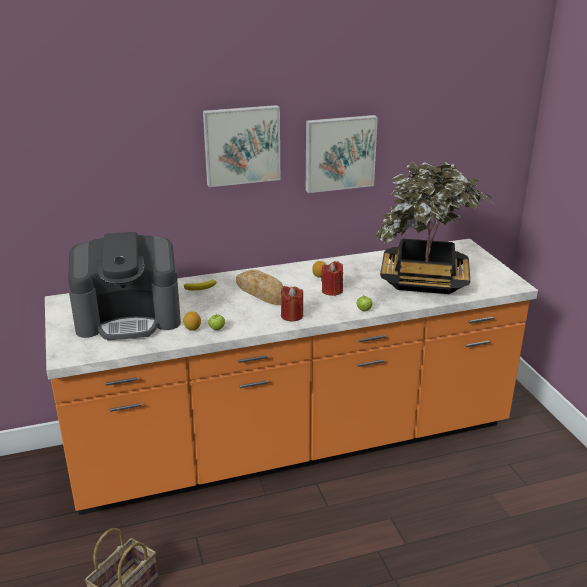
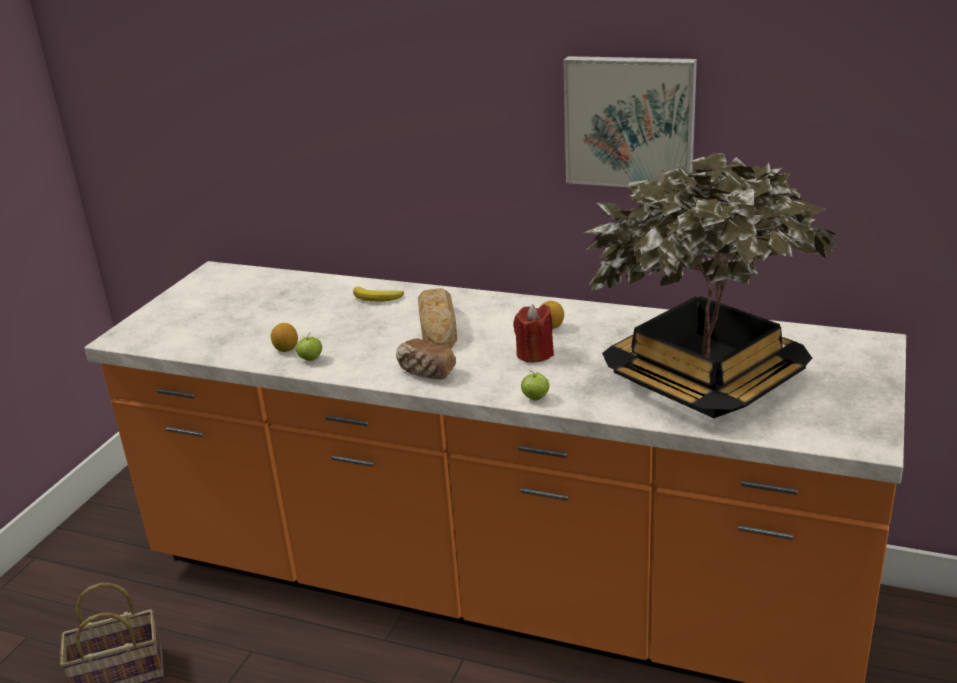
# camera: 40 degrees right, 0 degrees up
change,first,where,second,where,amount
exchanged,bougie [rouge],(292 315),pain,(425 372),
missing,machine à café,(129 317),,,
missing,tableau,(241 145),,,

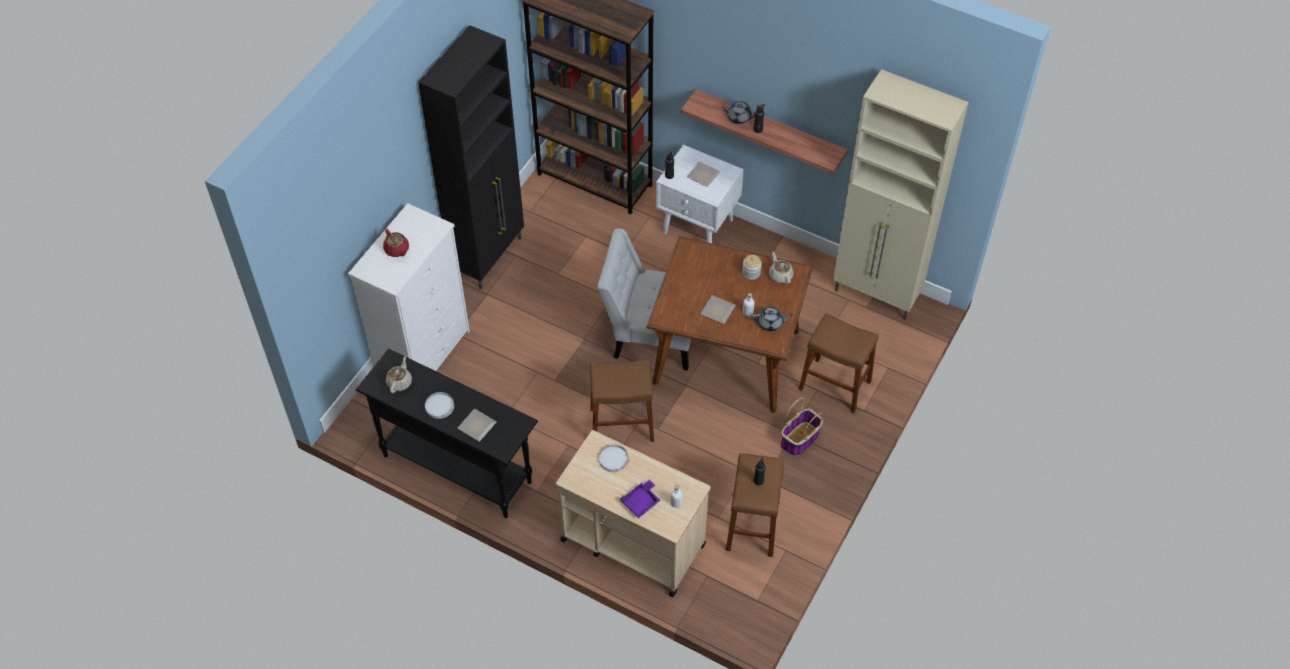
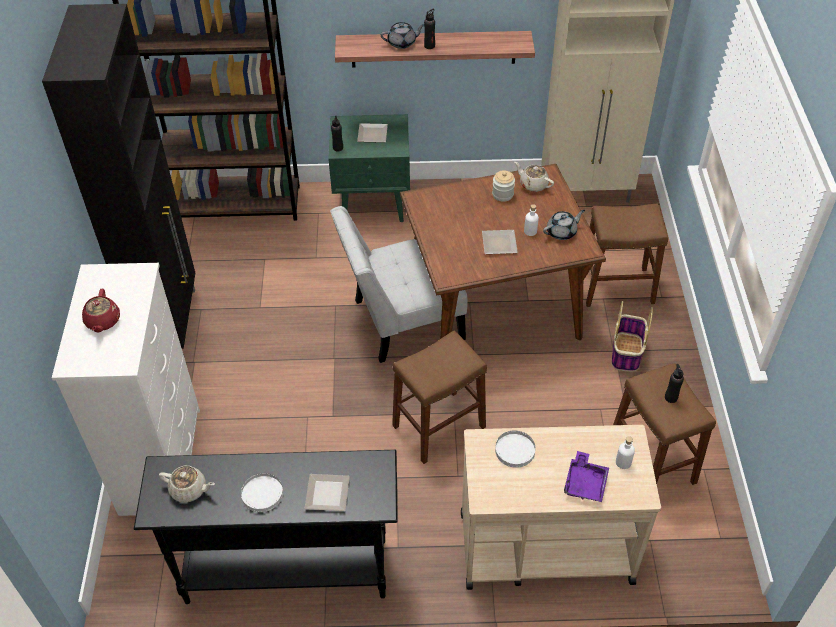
# camera: 30 degrees left, 5 degrees down
change,first,where,second,where,amount
spun,théière [rouge],(397 250),,(103 321),60 degrees clockwise
spun,théière [beige],(400 382),,(189 490),120 degrees clockwise
colour,table de chevet [blanc],(698 227),table de chevet [vert],(374 203),

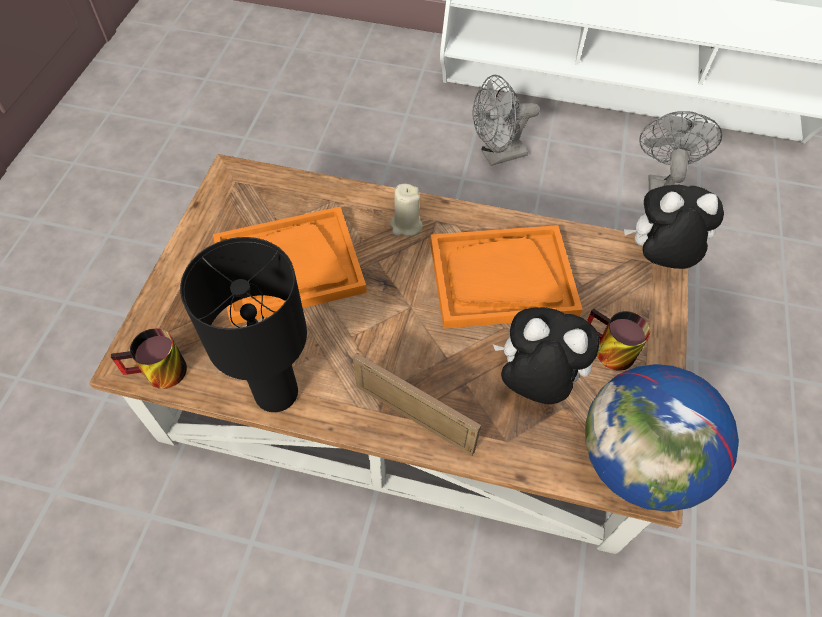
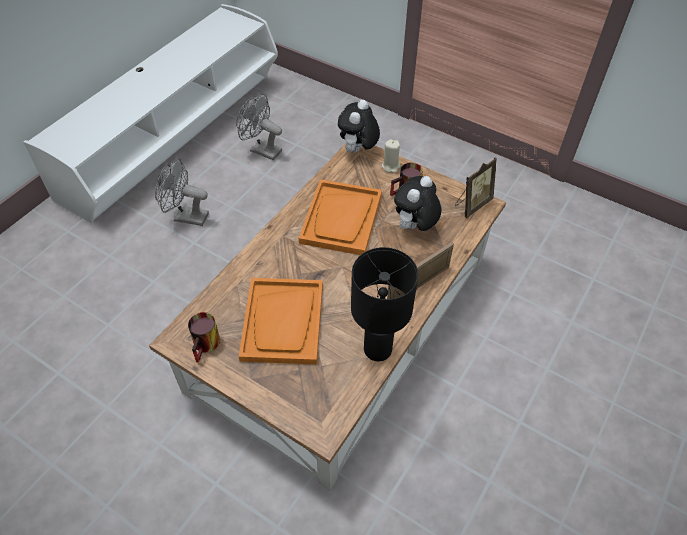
# camera: 70 degrees left, 5 degrees down
change,first,where,second,where,amount
spun,ventilateur [gris],(497 156),,(186 217),105 degrees clockwise
relocated,mug,(158 375),,(207 345),
relocated,bougie [beige],(406 225),,(391 166),
exchanged,globe,(638 462),cadre photo,(472 204),

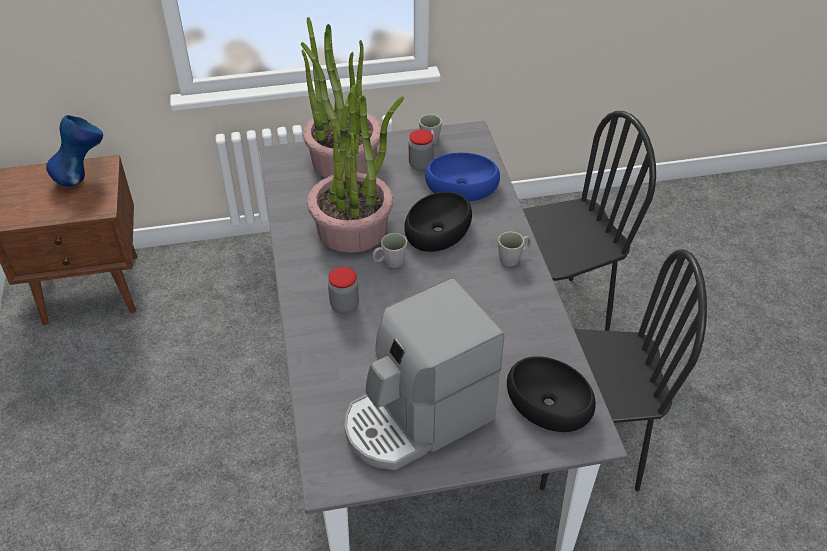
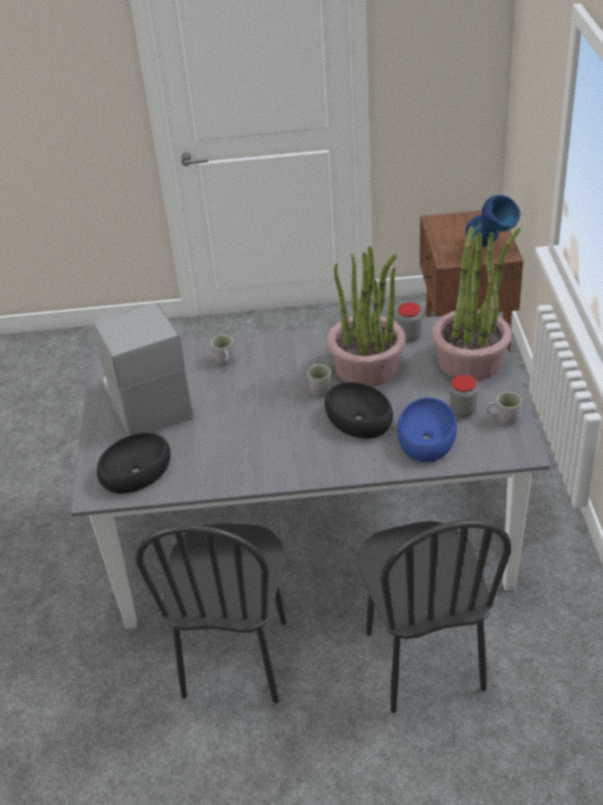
# camera: 100 degrees right, 5 degrees down
change,first,where,second,where,amount
relocated,mug [gris],(513 258),,(225 362),
relocated,bocal,(344 306),,(409 336),

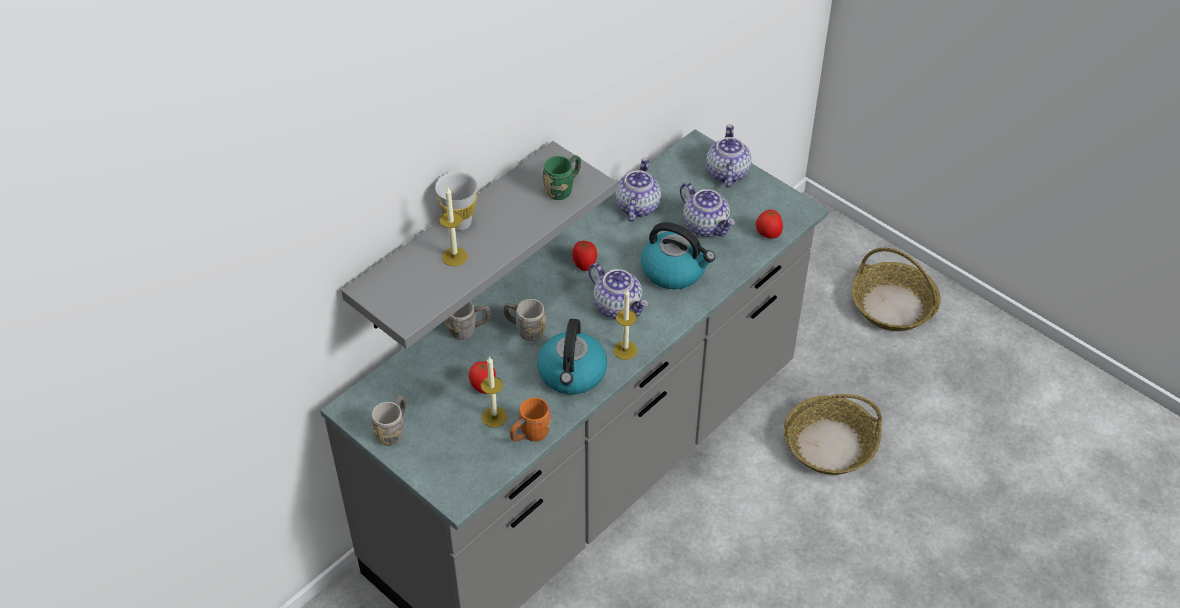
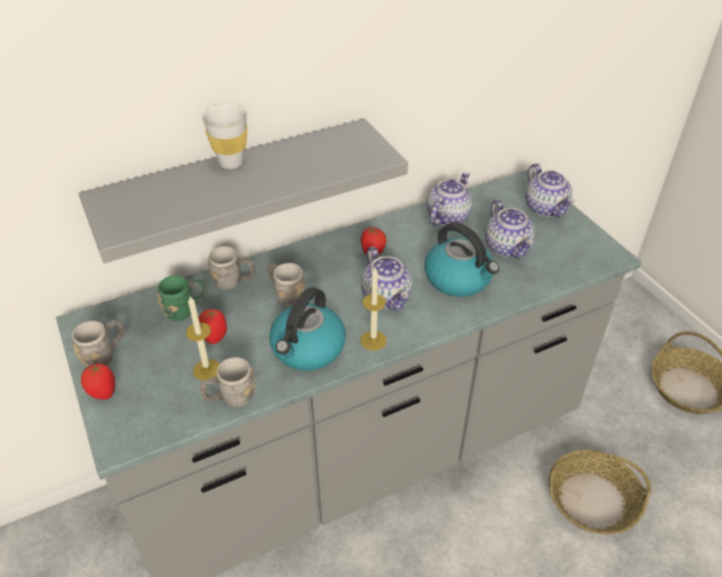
# camera: 20 degrees right, 5 degrees down
change,first,where,second,where,amount
relocated,tomate,(768 235),,(103 393),
relocated,mug [vert],(563 188),,(186 309),
colour,mug [orange],(530 435),mug [gris],(231 398),
spun,théière,(726 172),,(546 208),135 degrees clockwise
missing,bougie,(454 256),,,

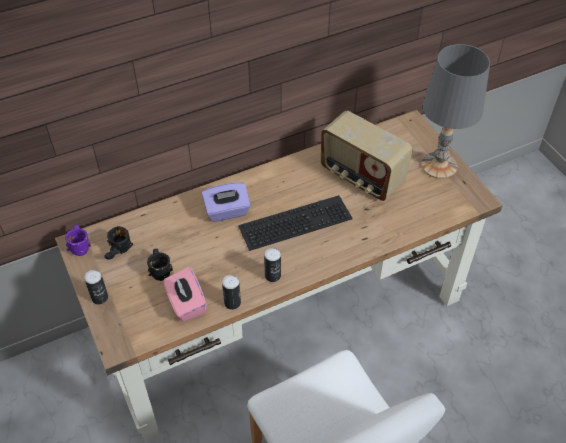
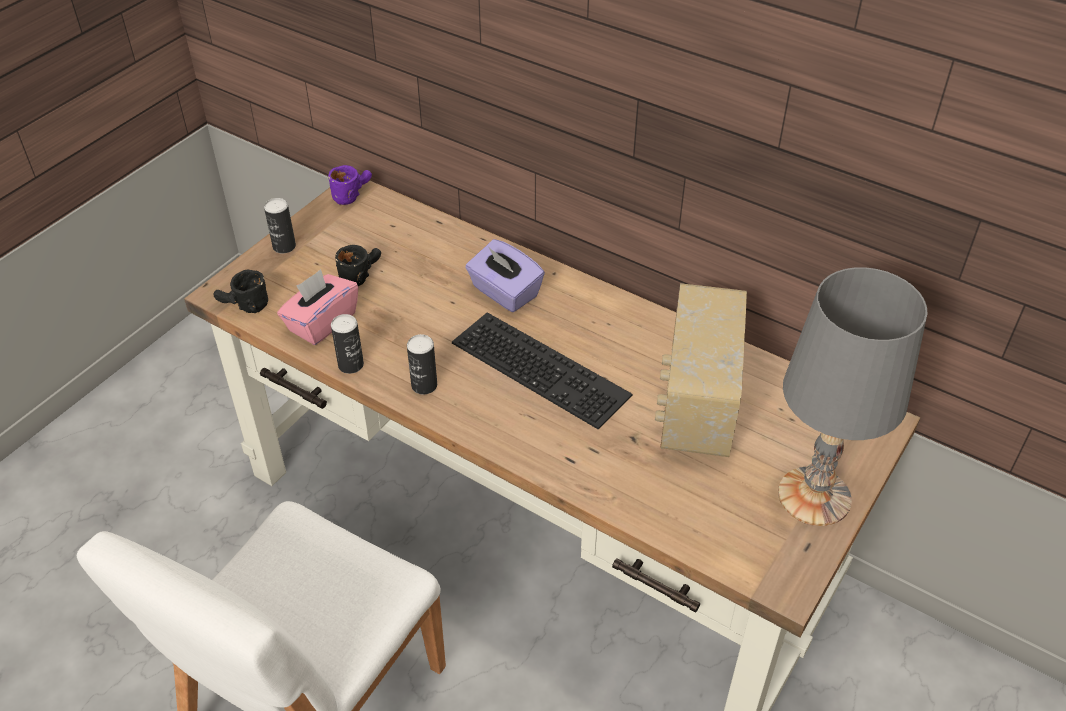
# camera: 60 degrees right, 5 degrees down
change,first,where,second,where,amount
relocated,mug [noir],(119 252),,(243 307),

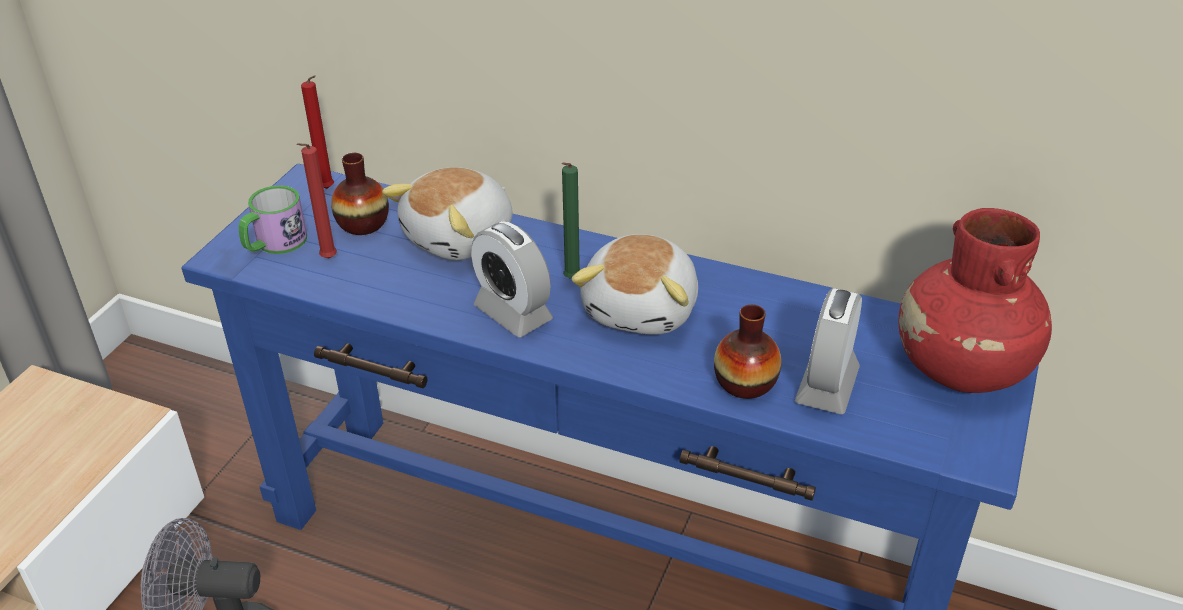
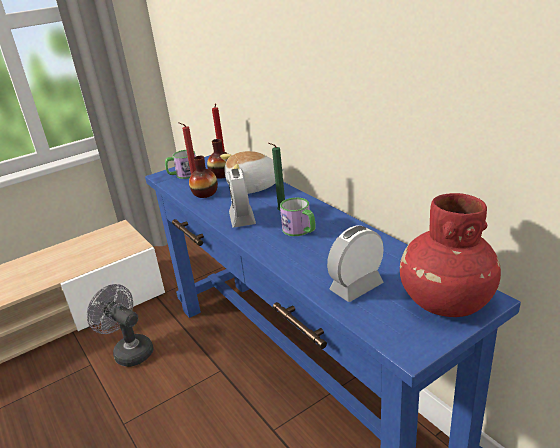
# camera: 35 degrees right, 10 degrees down
change,first,where,second,where,amount
relocated,vase,(745 383),,(205 193),
exchanged,peluche,(643 309),mug,(300 230),

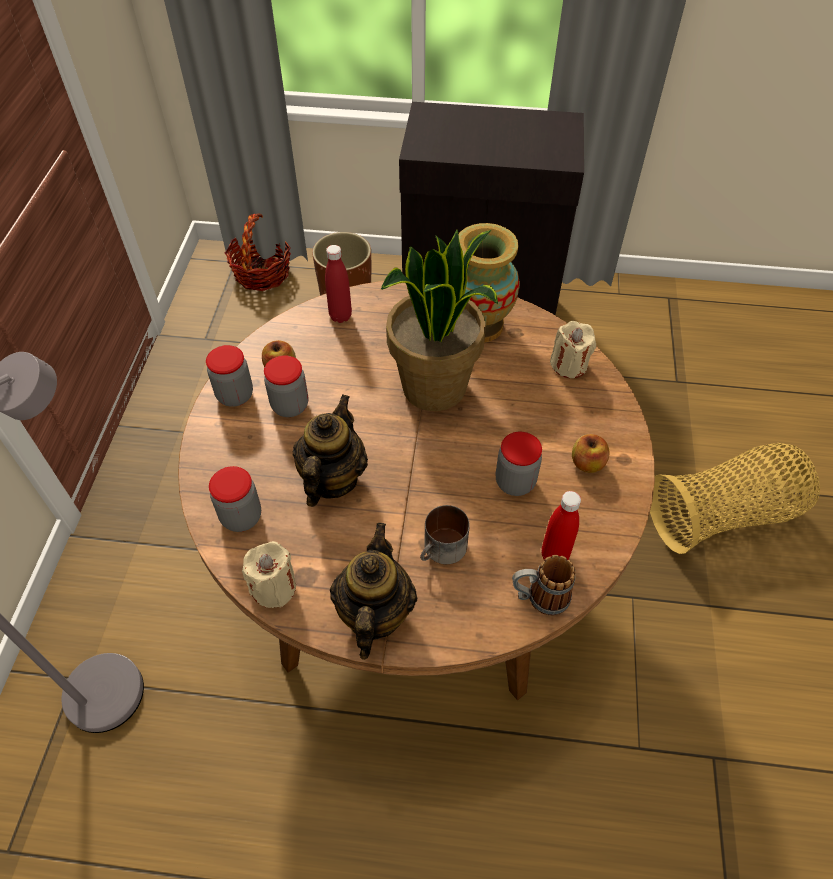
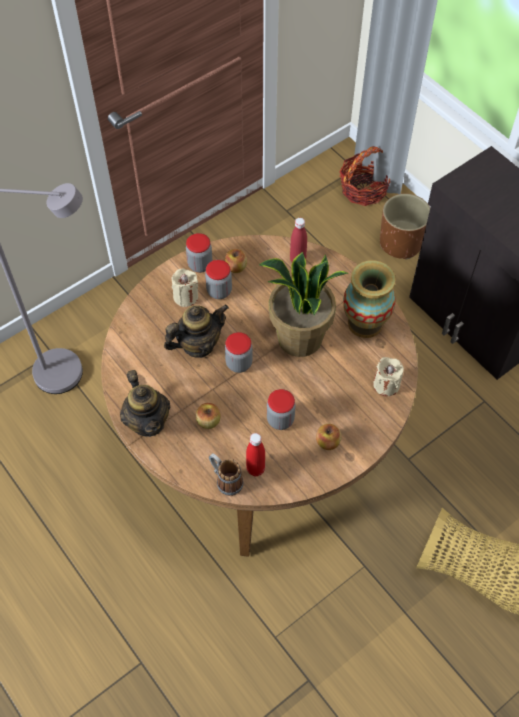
# camera: 45 degrees right, 5 degrees up
change,first,where,second,where,amount
spun,théière,(374 614),,(148 422),105 degrees clockwise
relocated,bougie [beige],(274 587),,(186 296),
exchanged,mug,(443 550),pomme,(208 421),
relocated,bocal,(241 517),,(239 363),

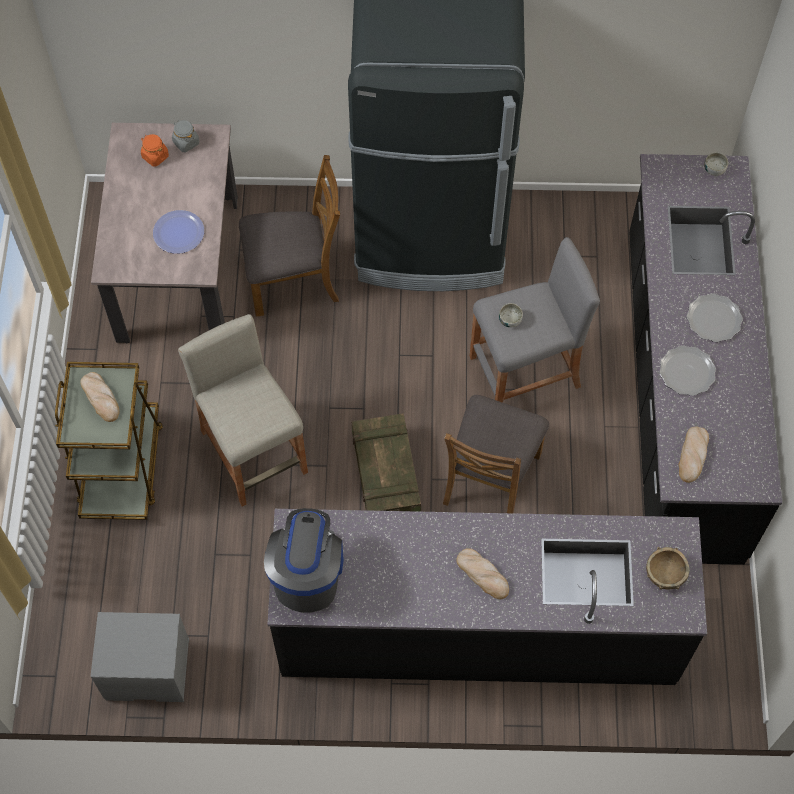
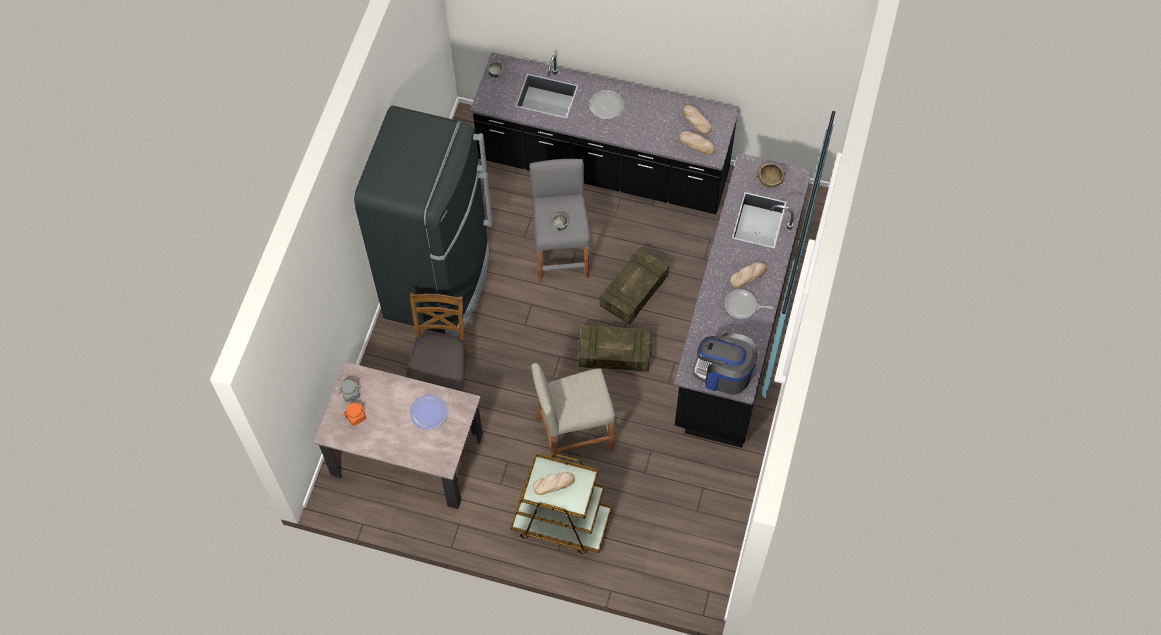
# camera: 75 degrees left, 0 degrees up
change,first,where,second,where,amount
exchanged,chaise [marron],(490 478),caisse,(633 292),
appeared,,,pain,(696 120),
appeared,,,poêle,(742 306),
missing,table de chevet [gris],(146 671),,,
missing,assiette,(687 372),,,

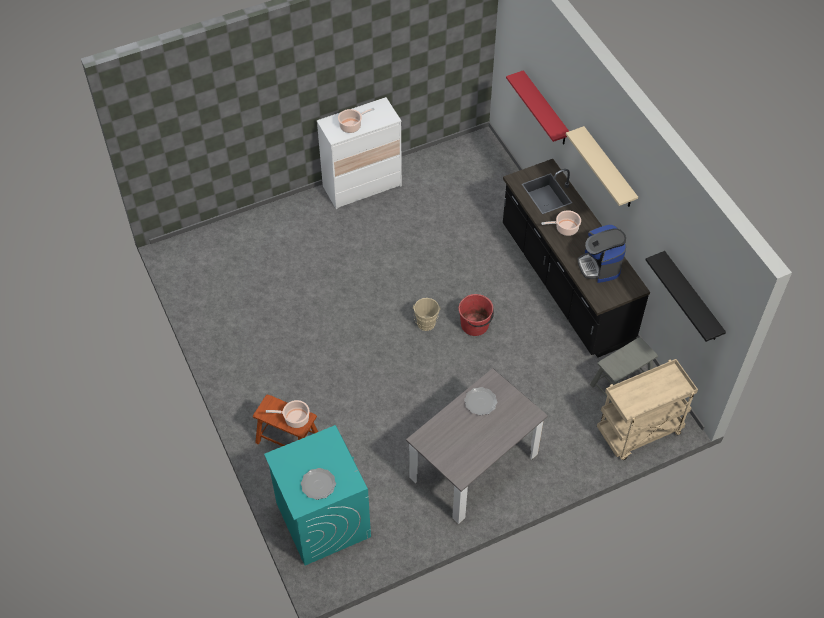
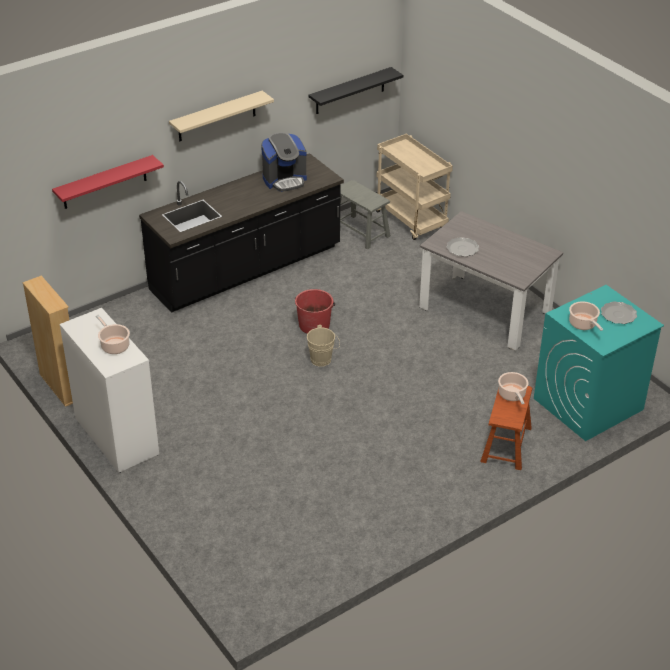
# camera: 100 degrees left, 15 degrees down
change,first,where,second,where,amount
appeared,,,bibliothèque [beige],(61 386),
relocated,marmite,(565 228),,(583 324),

